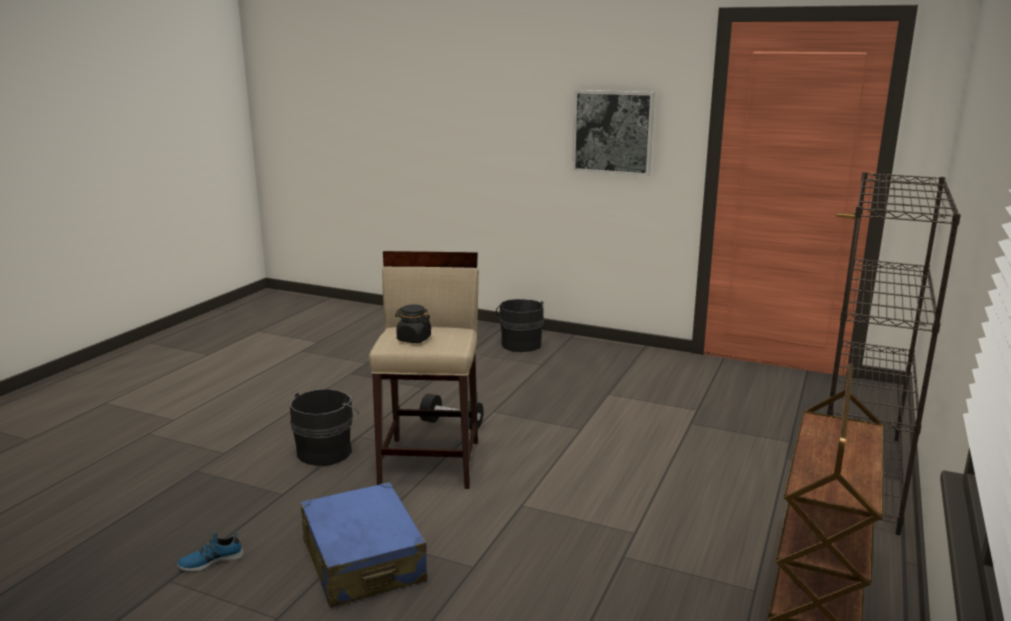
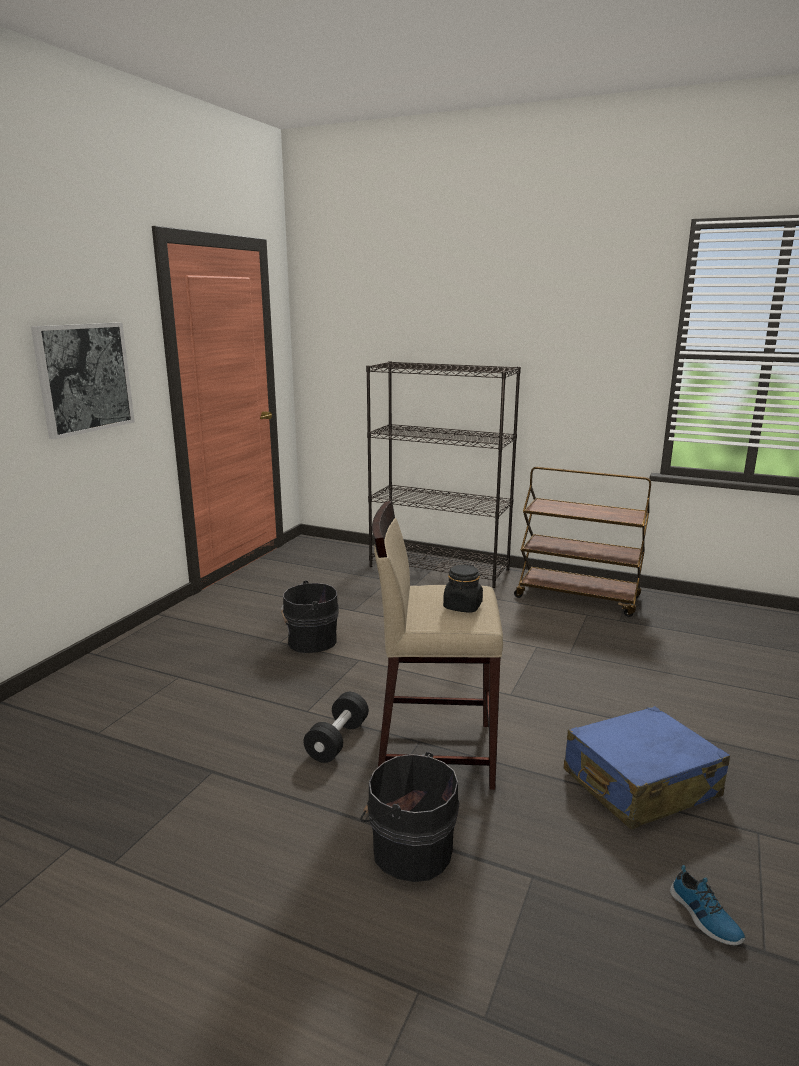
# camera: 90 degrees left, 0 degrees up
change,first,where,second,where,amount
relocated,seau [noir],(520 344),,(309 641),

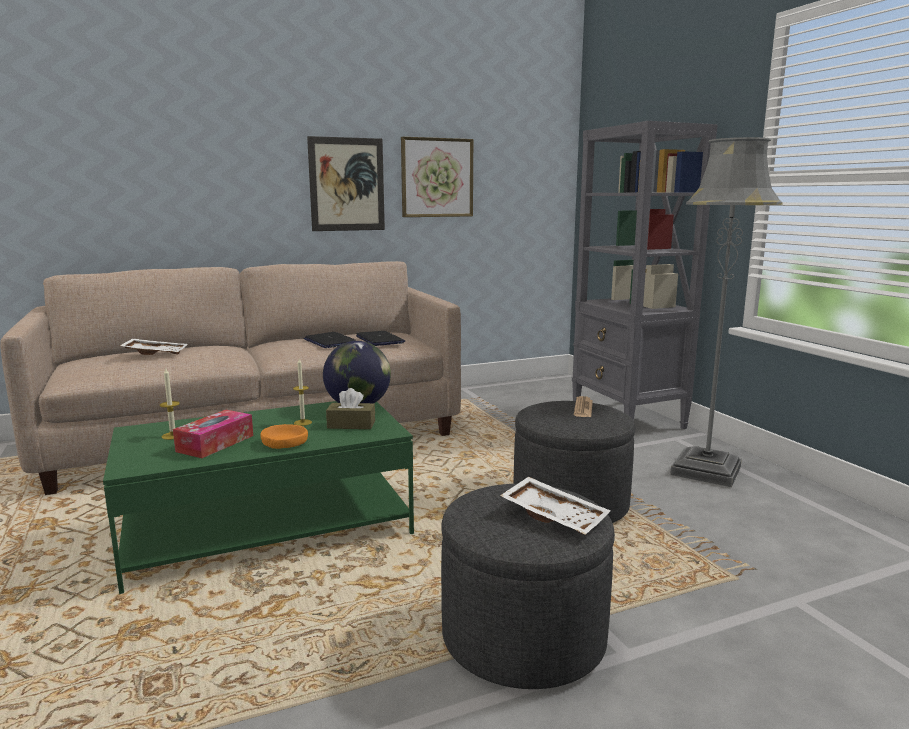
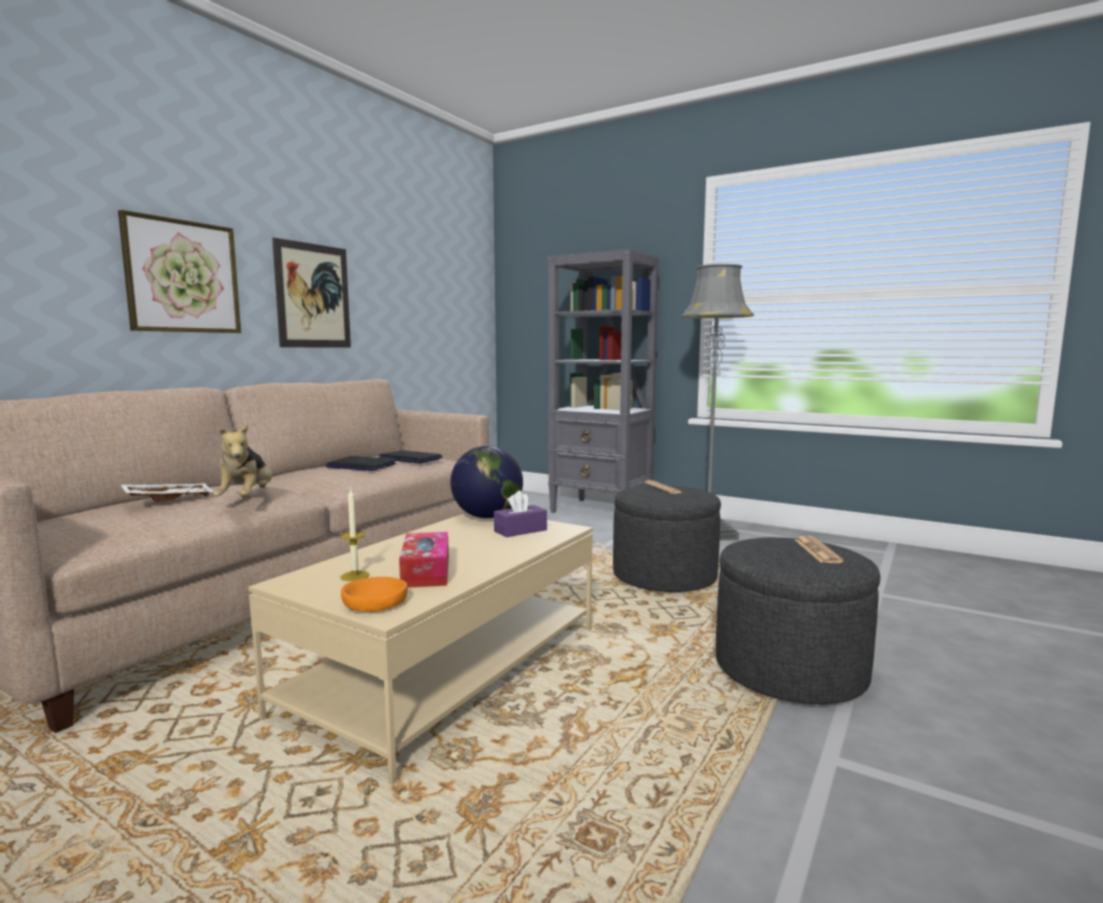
# camera: 35 degrees left, 5 degrees down
change,first,where,second,where,amount
relocated,tableau,(437 178),,(182 276),
appeared,,,peluche,(247 499),
colour,table basse [vert],(268 529),table basse [beige],(448 669),
relocated,bol [orange],(284 443),,(375 603),
colour,boîte à mouchoirs [marron],(351 425),boîte à mouchoirs [violet],(520 530),
exchanged,plateau [blanc],(555 516),journal,(817 551),
missing,bougie,(302 422),,,

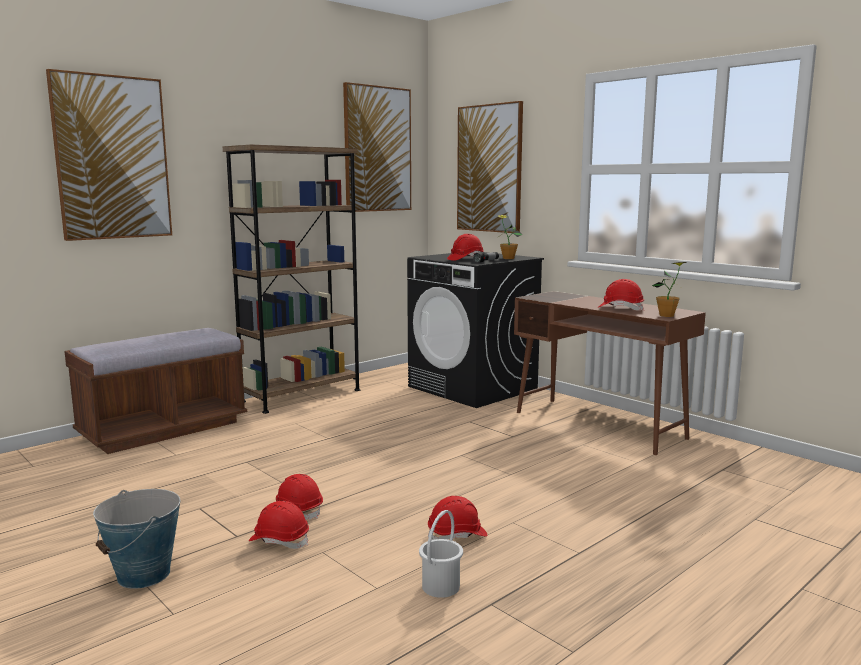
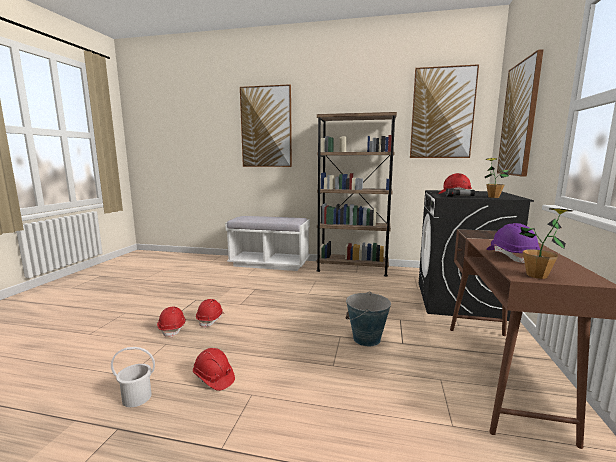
# camera: 55 degrees right, 0 degrees up
change,first,where,second,where,amount
colour,banc [marron],(163 429),banc [blanc],(269 264),
relocated,seau,(144 574),,(366 339),
colour,casque de chantier [rouge],(620 309),casque de chantier [violet],(511 257),

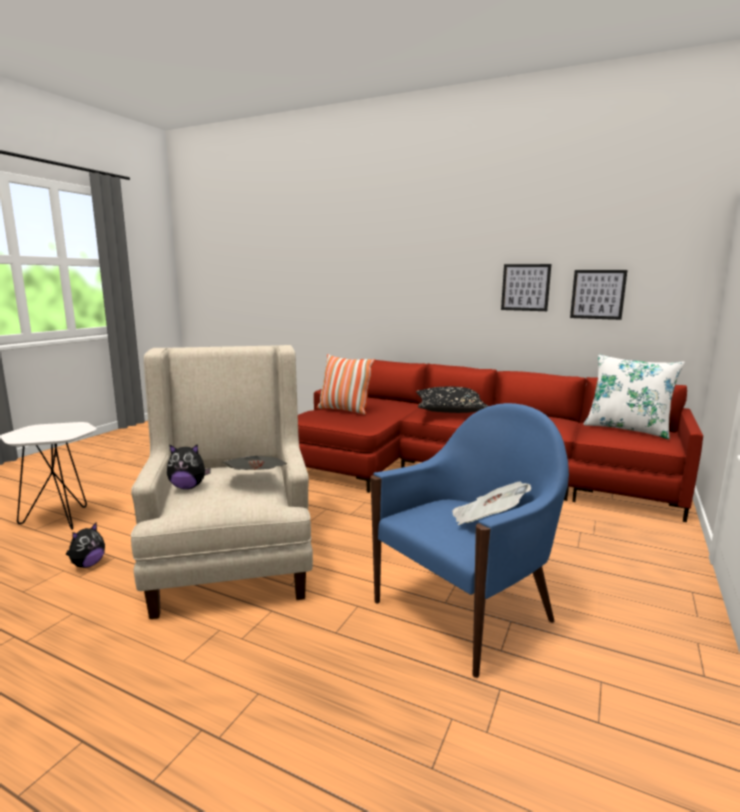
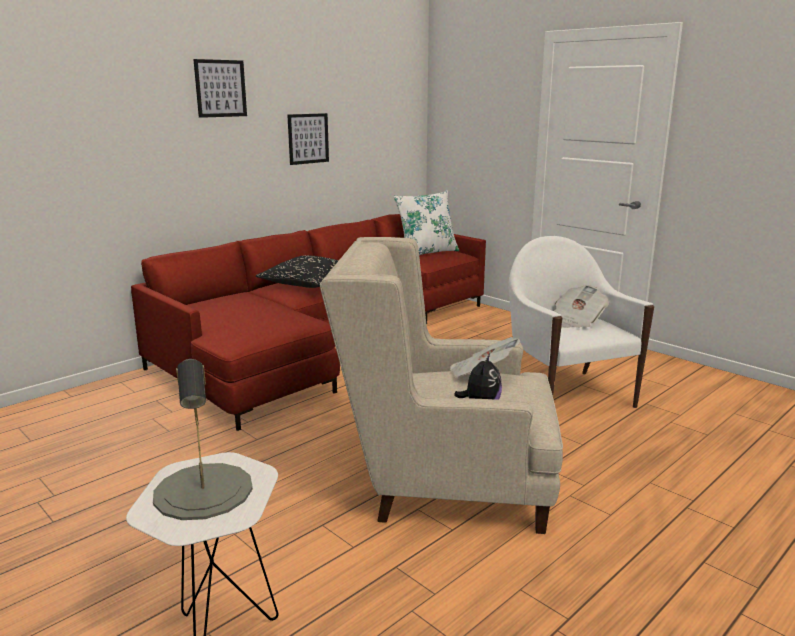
# camera: 70 degrees left, 5 degrees up
change,first,where,second,where,amount
appeared,,,lampe de table [gris],(203 491),
relocated,tableau,(597 294),,(220 88),
colour,fauteuil [bleu],(465 610),fauteuil [blanc],(565 395),
missing,peluche,(88 564),,,
missing,coussin,(344 410),,,

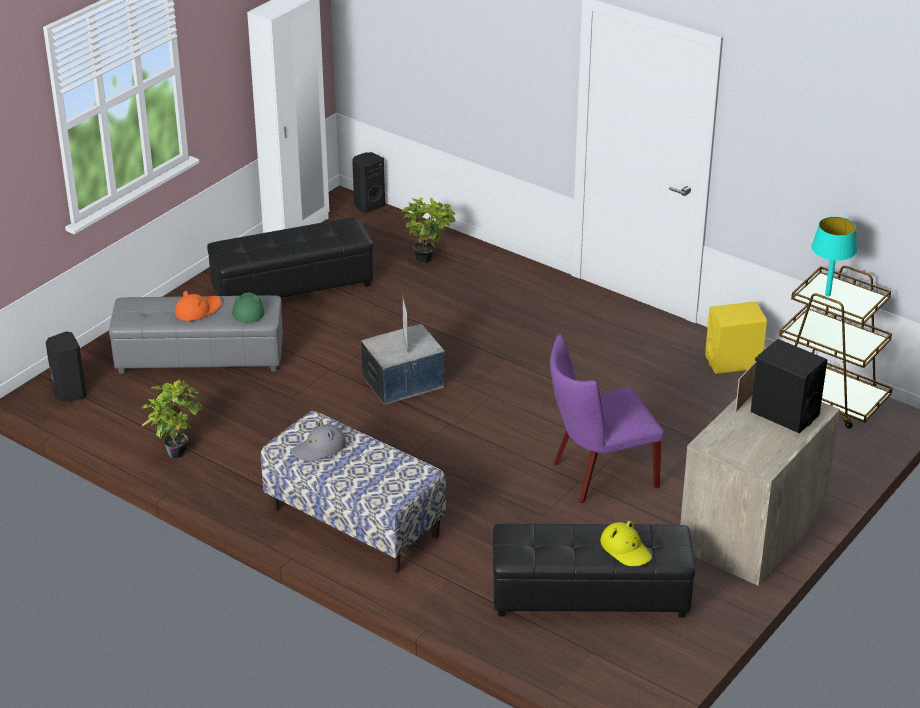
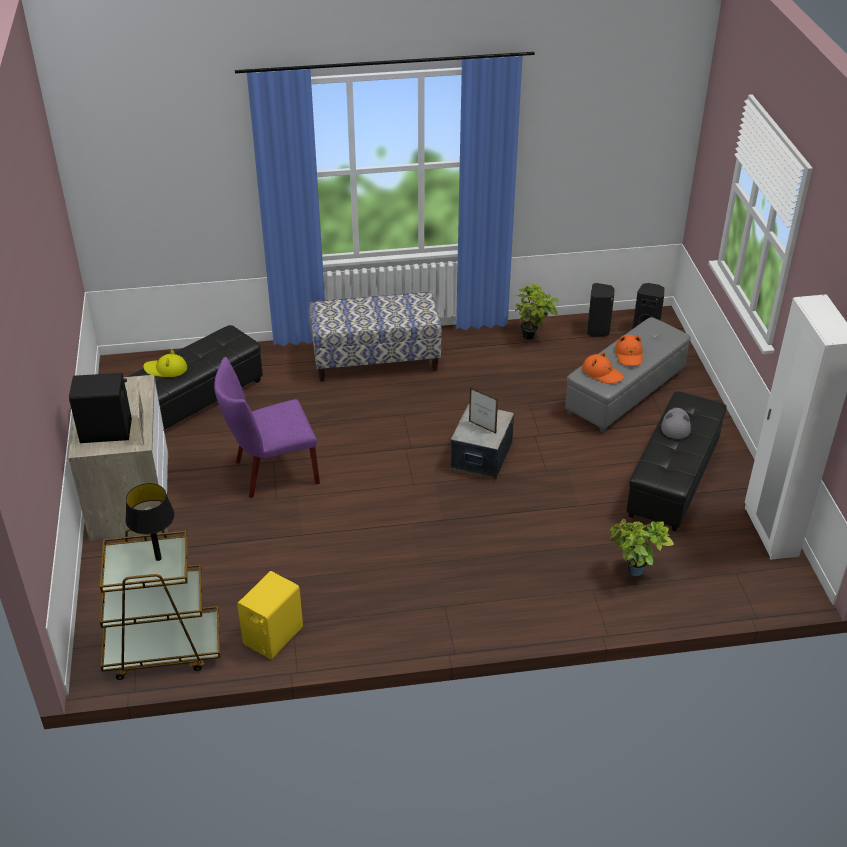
# camera: 135 degrees right, 5 degrees up
change,first,where,second,where,amount
colour,lampe de table [turquoise],(827 295),lampe de table [noir],(158 558),
spun,chaise [violet],(598 475),,(271 473),135 degrees counterclockwise
colour,chapeau [vert],(248 310),chapeau [orange],(602 373),
relocated,enceinte [noir],(368 205),,(598 330),
relocated,chapeau [gris],(319 448),,(675 425),

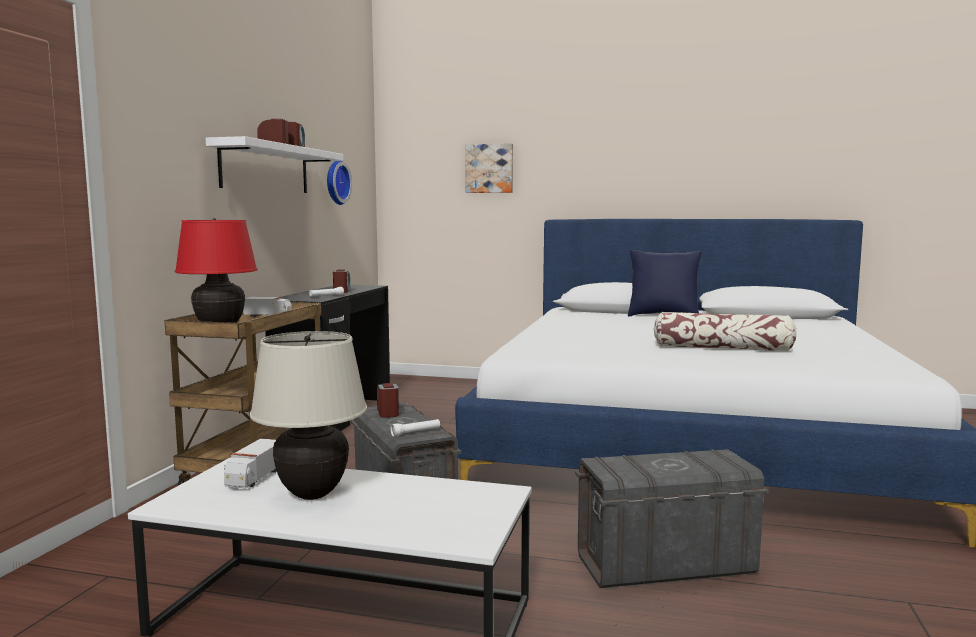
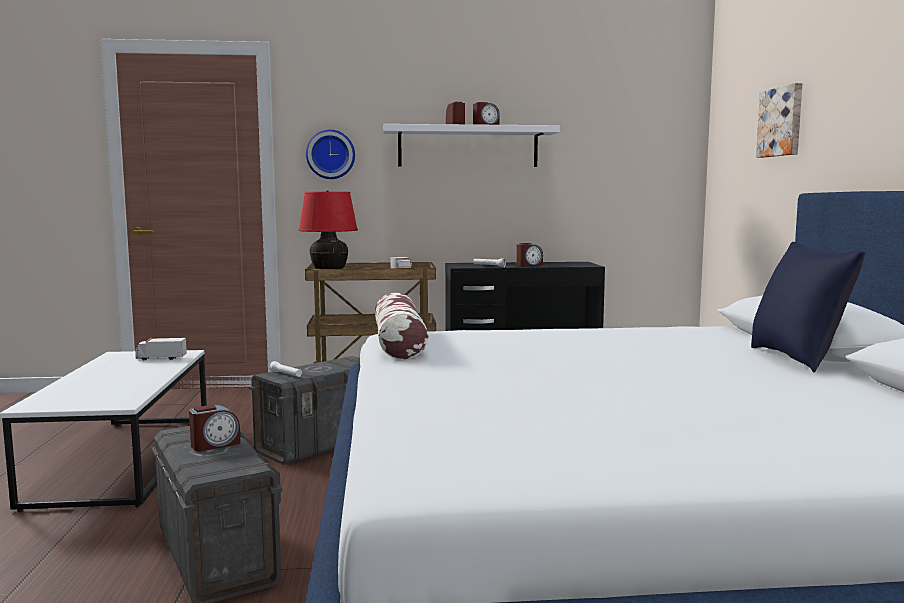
# camera: 70 degrees right, 0 degrees up
change,first,where,second,where,amount
relocated,réveil,(388 412),,(215 444),
relocated,horloge murale,(335 182),,(330 154),
relocated,coussin,(722 348),,(399 344),
missing,lampe de table [beige],(313 494),,,

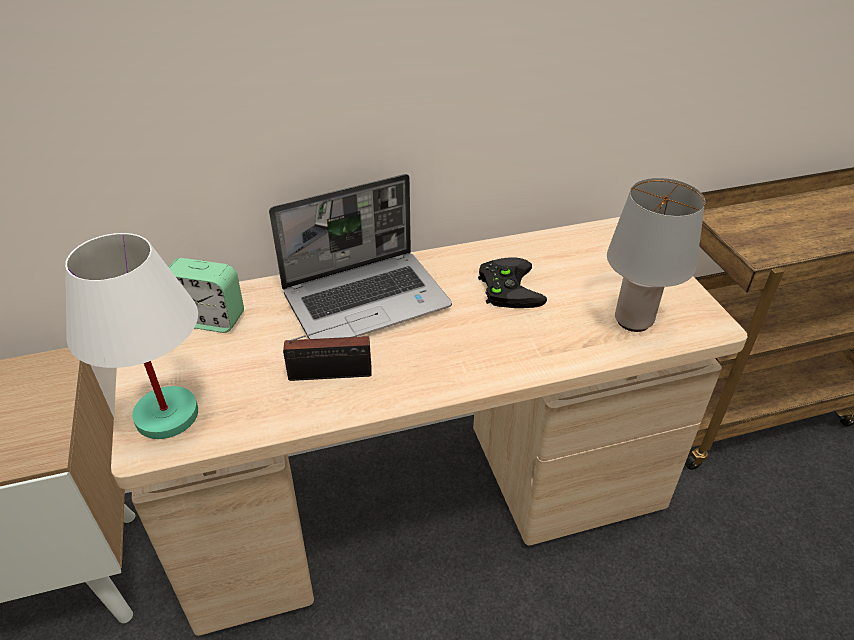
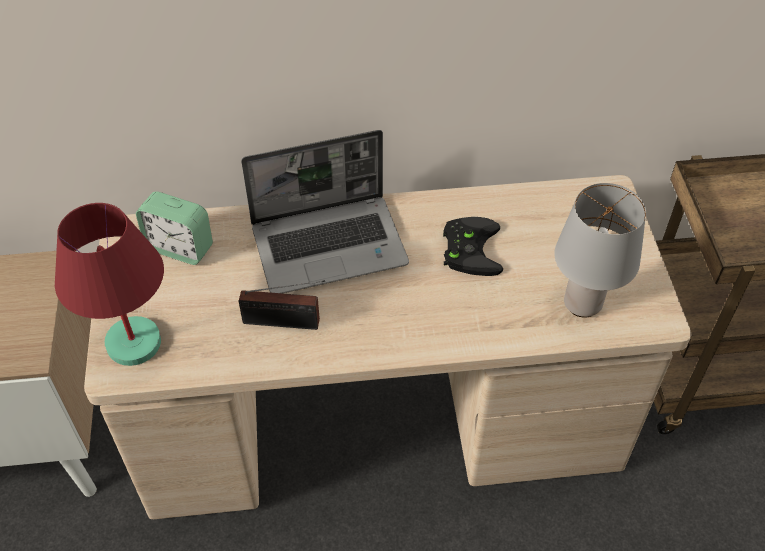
# camera: 10 degrees right, 10 degrees up
change,first,where,second,where,amount
colour,lampe de table [blanc],(168 414),lampe de table [rouge],(135 342),

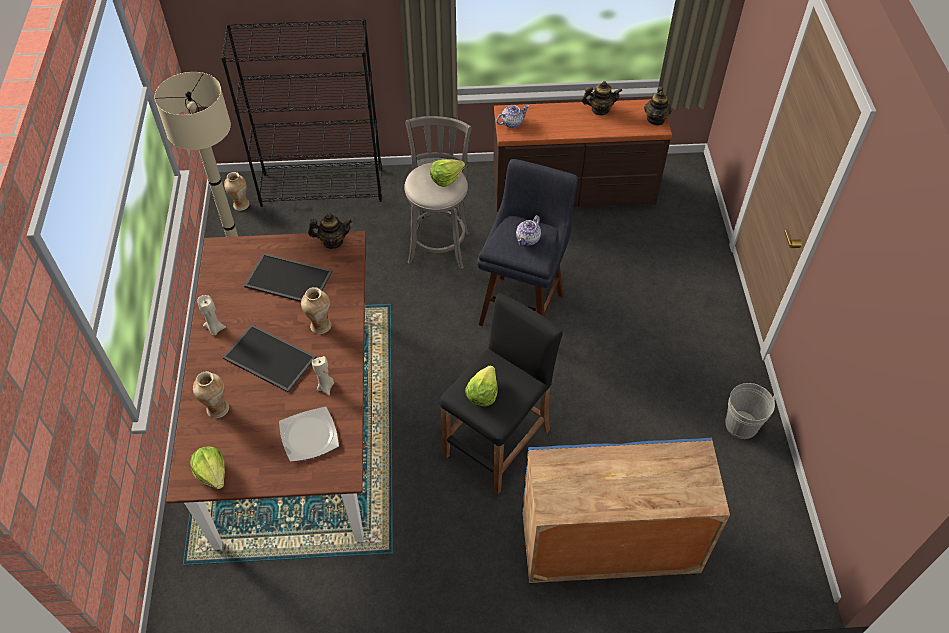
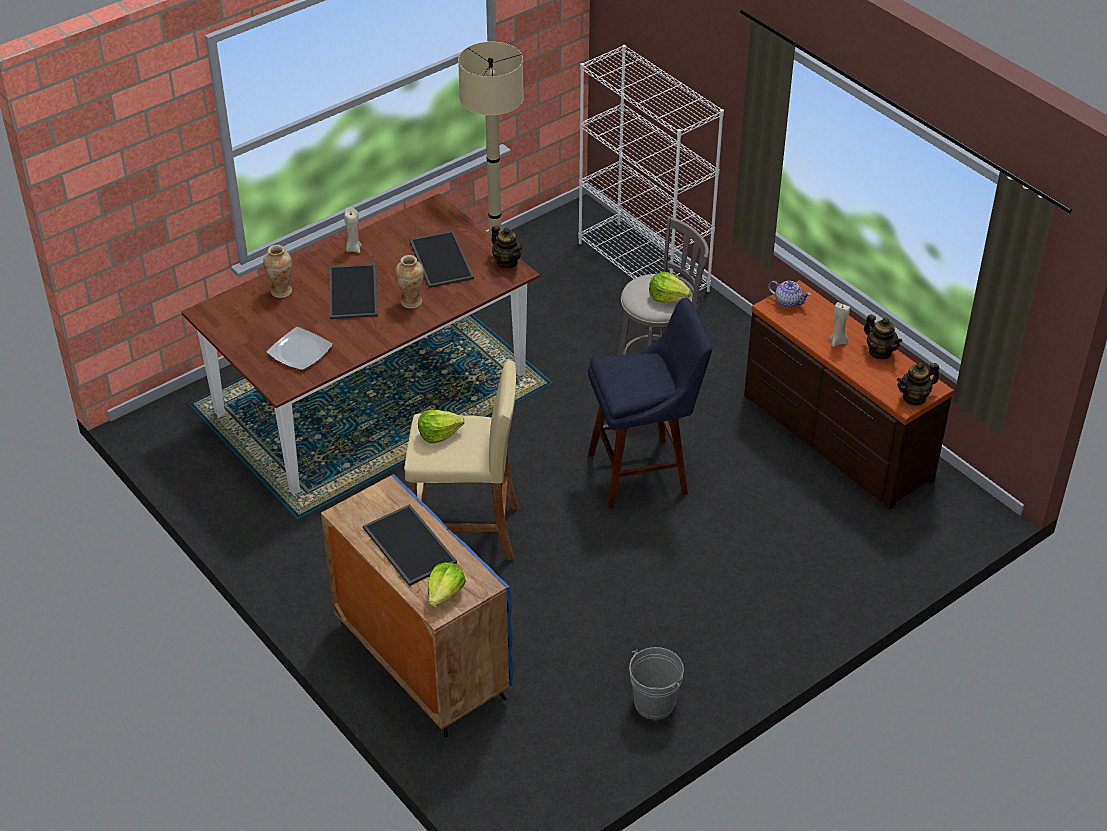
# camera: 55 degrees right, 10 degrees down
change,first,where,second,where,amount
appeared,,,plateau,(407 545),
colour,tabouret [noir],(497 443),tabouret [beige],(467 531),
relocated,laitue,(212 473),,(445 594),
colour,bibliothèque [noir],(322 187),bibliothèque [blanc],(644 267),
relocated,bougie [beige],(326 387),,(838 342),
missing,vase,(241 205),,,
missing,théière,(528 239),,,

